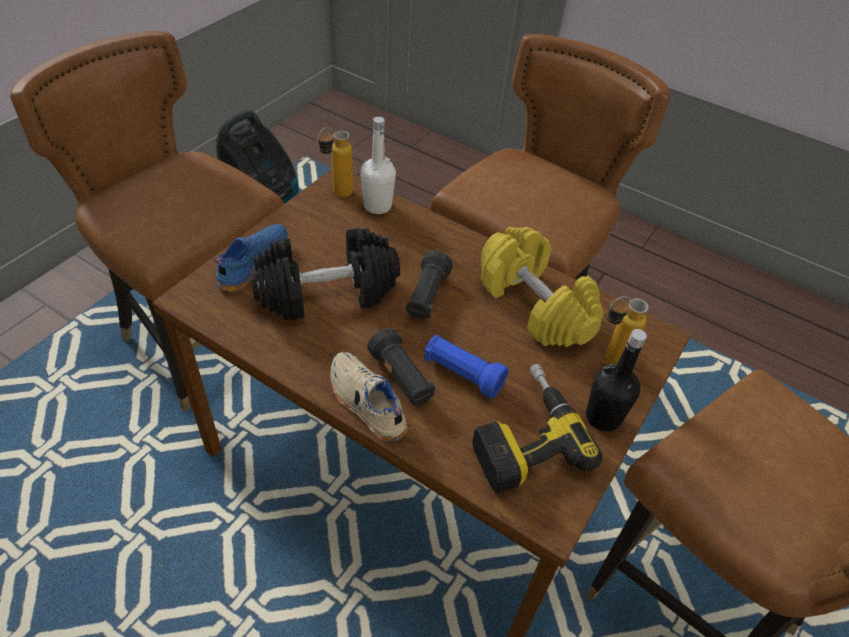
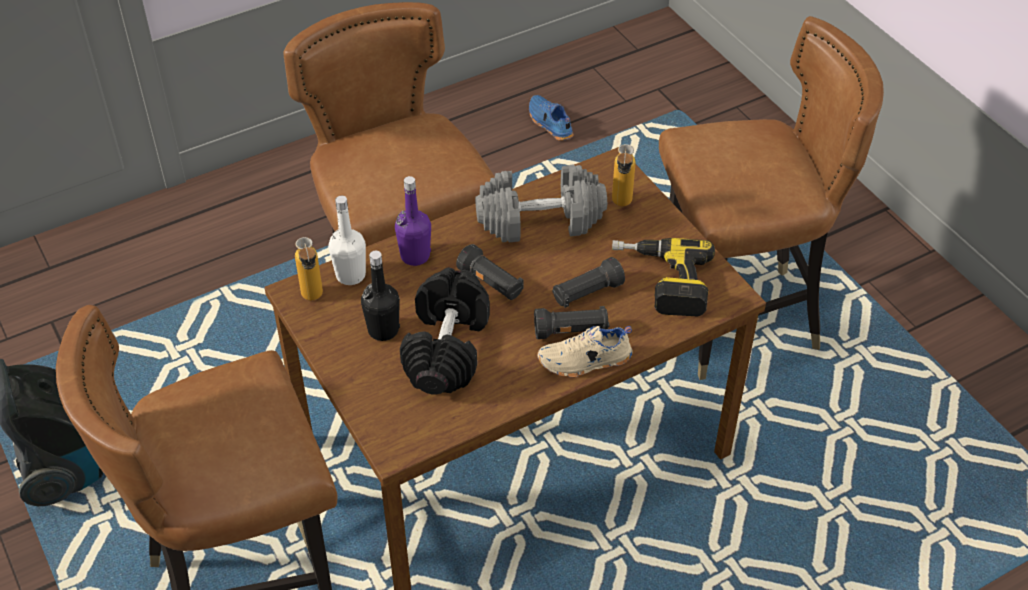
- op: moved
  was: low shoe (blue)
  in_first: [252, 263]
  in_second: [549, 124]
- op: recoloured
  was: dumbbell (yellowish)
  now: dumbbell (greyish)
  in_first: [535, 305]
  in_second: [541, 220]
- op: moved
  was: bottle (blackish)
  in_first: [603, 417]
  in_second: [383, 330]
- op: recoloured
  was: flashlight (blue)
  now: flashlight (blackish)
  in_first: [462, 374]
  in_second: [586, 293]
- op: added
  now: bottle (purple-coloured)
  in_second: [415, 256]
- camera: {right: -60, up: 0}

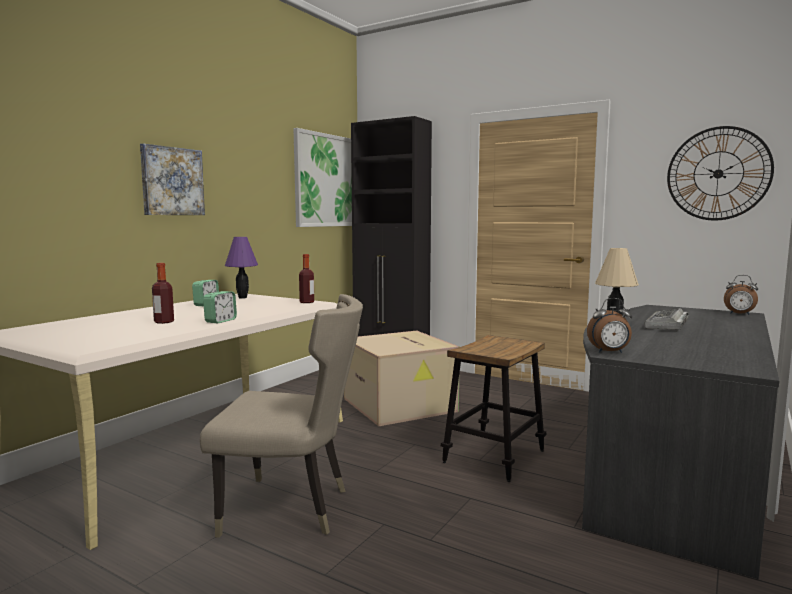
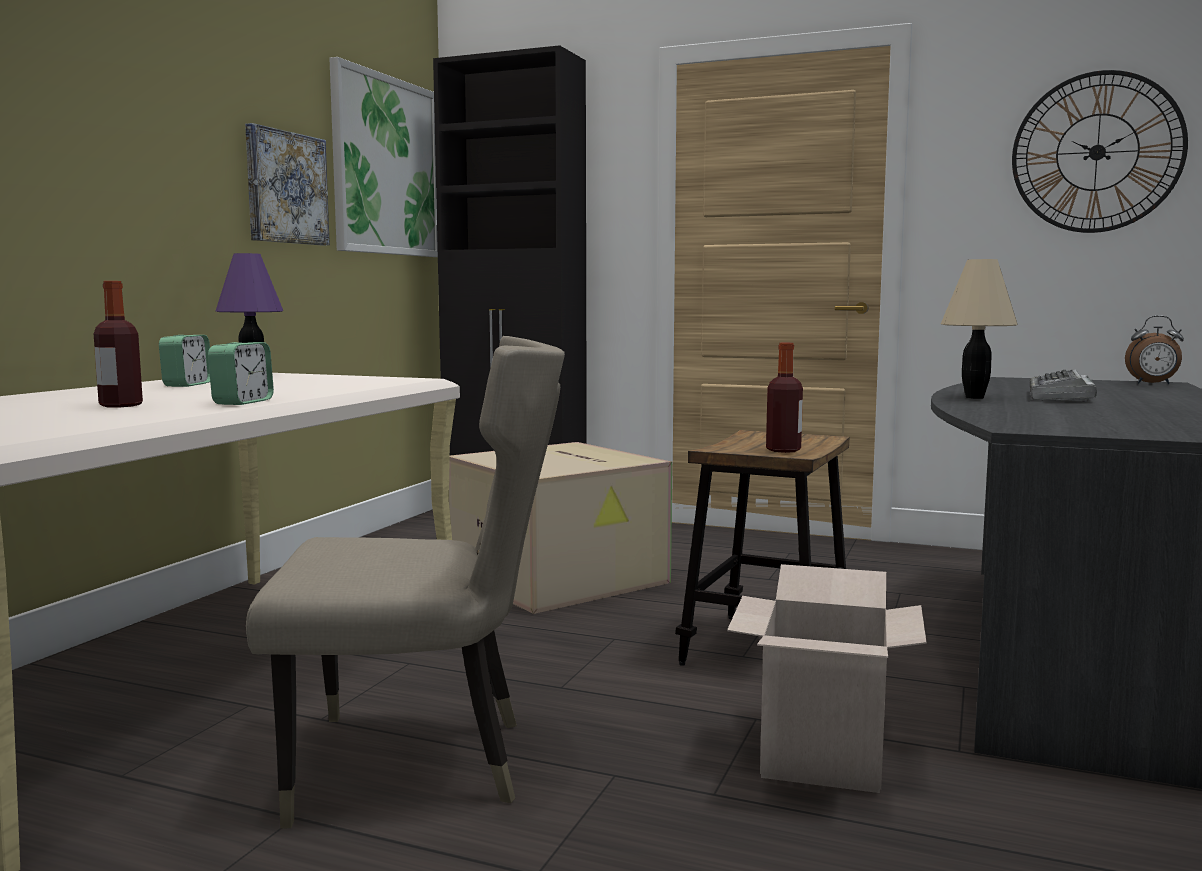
- op: moved
  was: wall art
  in_first: [172, 181]
  in_second: [285, 188]
- op: moved
  was: bottle
  in_first: [307, 302]
  in_second: [783, 450]
- op: removed
  was: table clock
  in_first: [609, 352]
- op: added
  now: carton
  in_second: [822, 757]
- camera: {right: -10, up: 0}

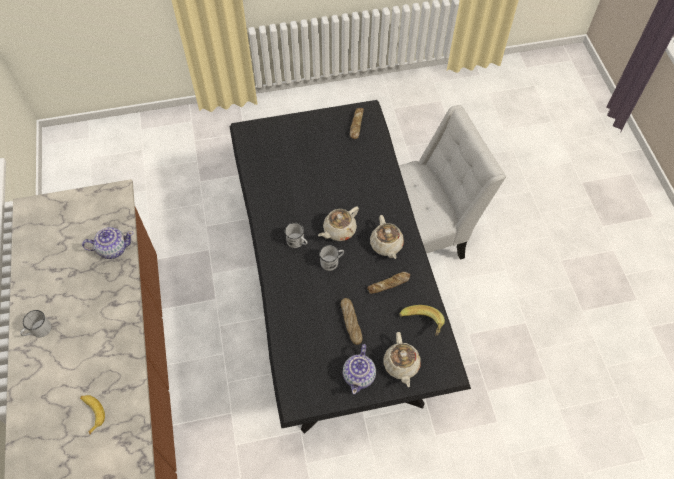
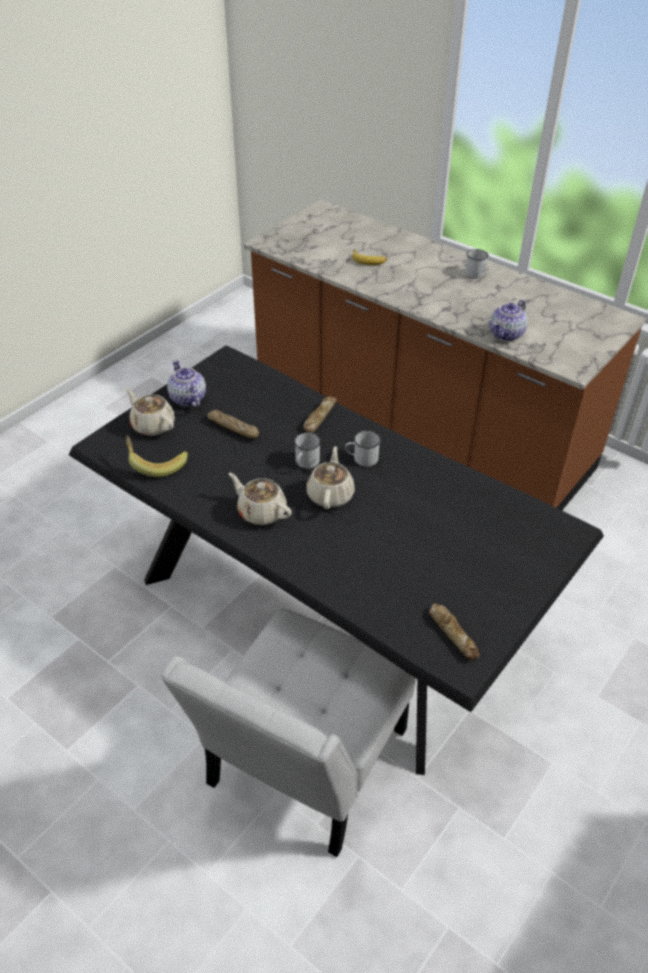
- op: moved
  was: bakery bread
  in_first: [389, 284]
  in_second: [319, 417]
- camera: {right: 140, up: -15}

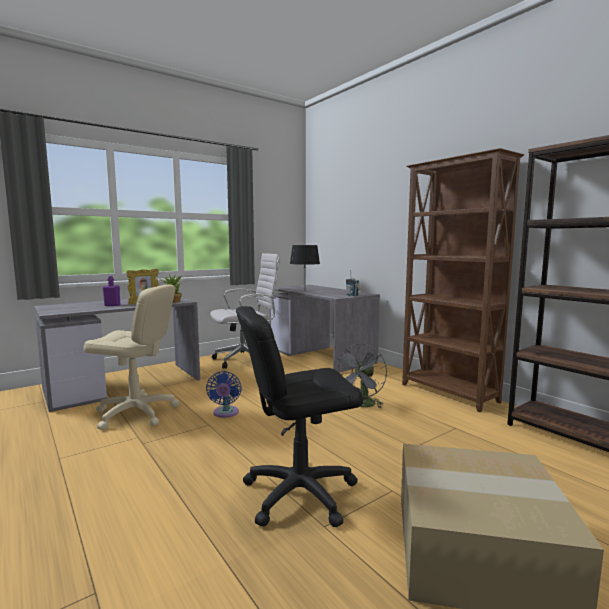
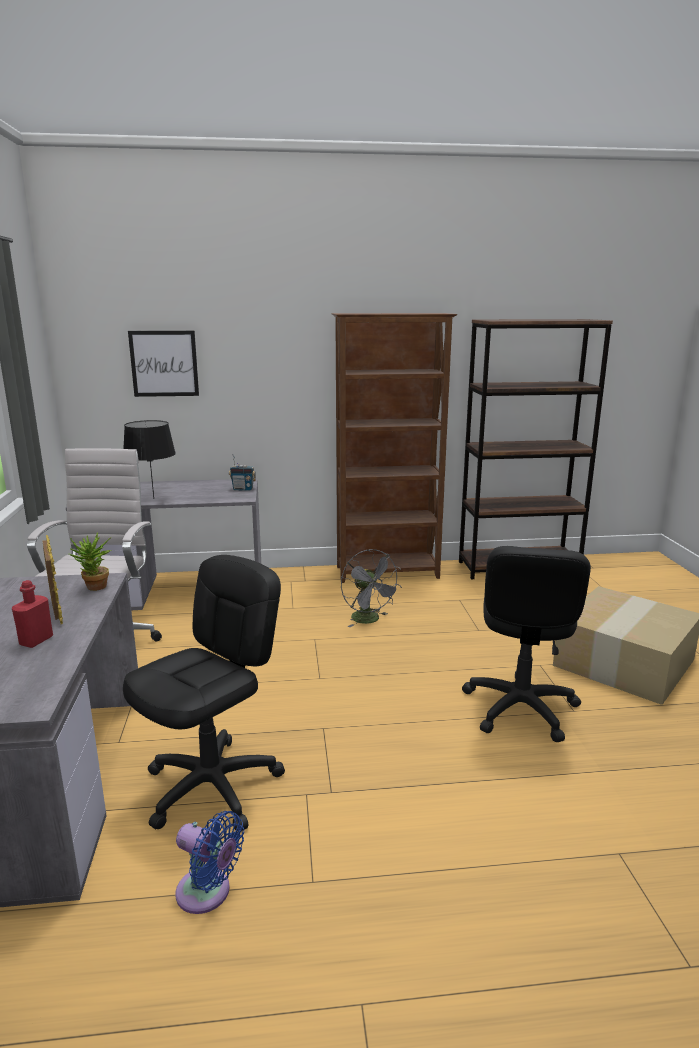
- op: recoloured
  was: bottle (purple-coloured)
  now: bottle (red-coloured)
  in_first: [112, 305]
  in_second: [36, 640]
- op: recoloured
  was: computer chair (beige-coloured)
  now: computer chair (blackish)
  in_first: [136, 413]
  in_second: [213, 787]
- op: moved
  was: electric fan (blue)
  in_first: [225, 413]
  in_second: [208, 893]
- op: added
  now: wall art
  in_second: [164, 363]
- camera: {right: -60, up: 10}

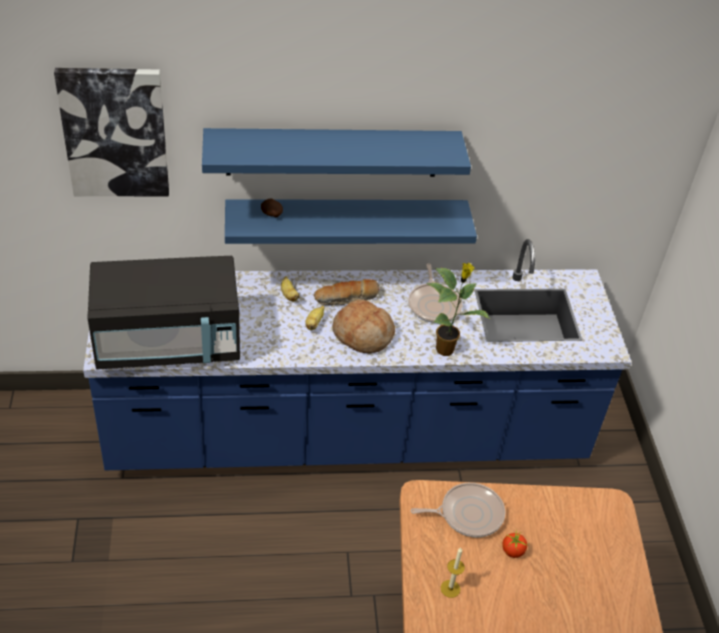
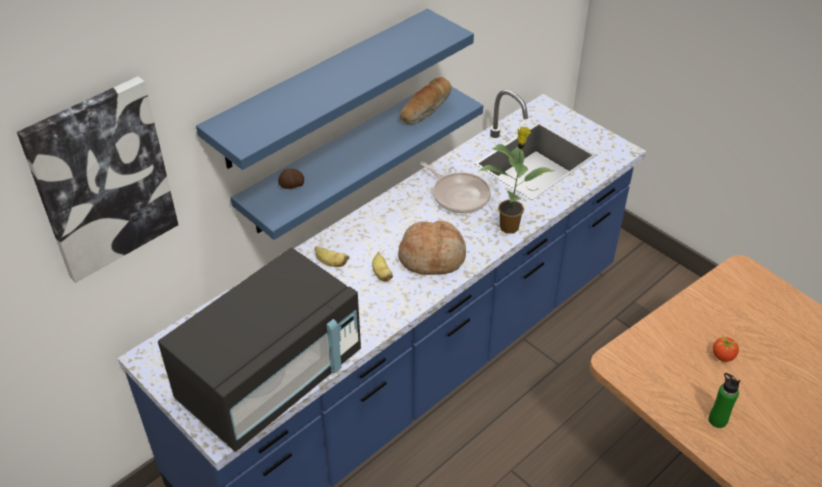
- op: moved
  was: bakery bread
  in_first: [347, 299]
  in_second: [426, 109]
- op: removed
  was: pan
  in_first: [468, 513]
- op: replaced
  was: wax candle
  now: bottle (green)
  in_first: [450, 588]
  in_second: [717, 420]
- camera: {right: -35, up: 0}

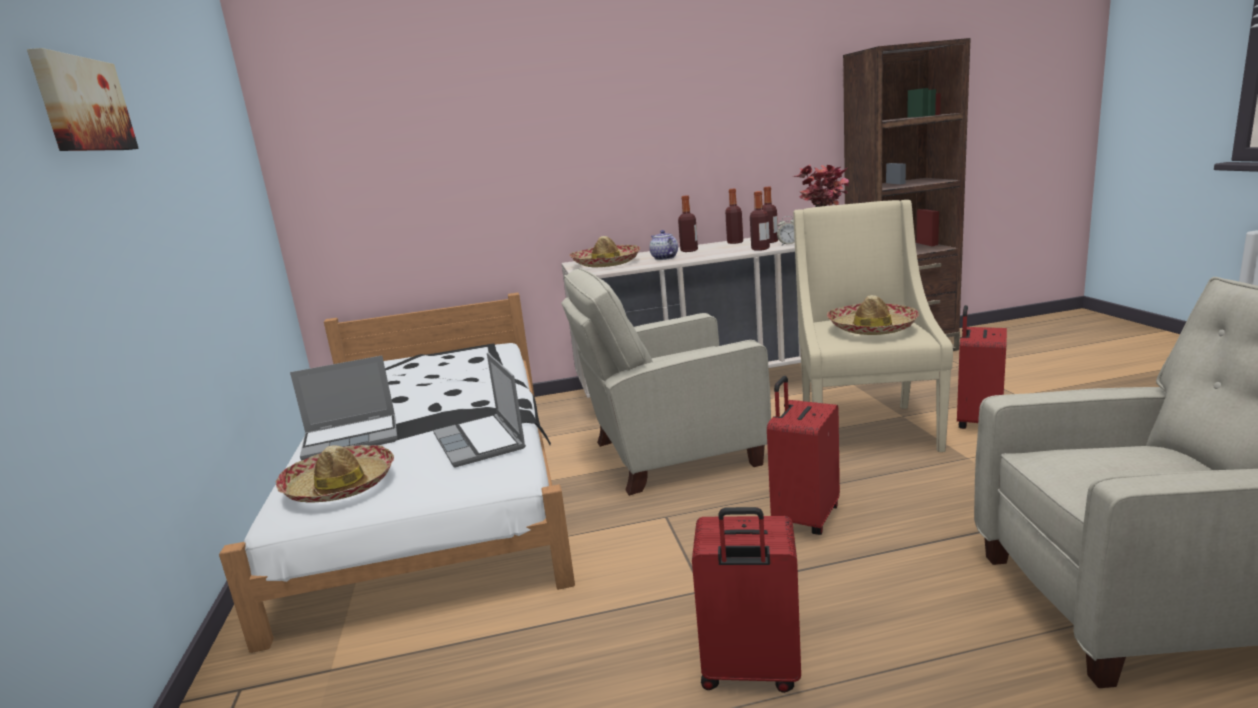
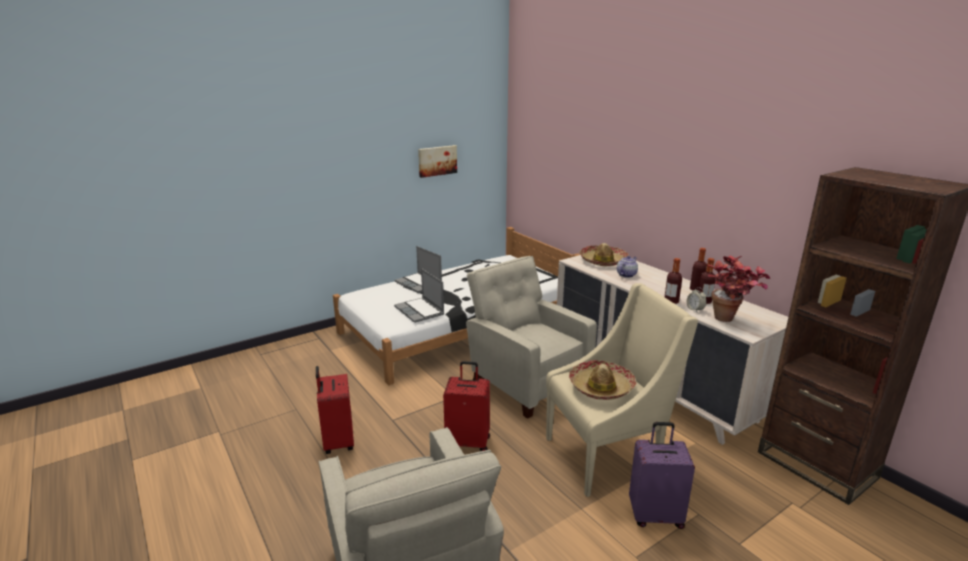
- op: moved
  was: wall art
  in_first: [81, 104]
  in_second: [437, 160]
- op: removed
  was: bottle
  in_first: [689, 250]
- op: recoloured
  was: travel case (red-coloured)
  now: travel case (purple-coloured)
  in_first: [977, 422]
  in_second: [655, 515]
- op: turned
  was: portable computer
  in_first: [481, 442]
  in_second: [420, 311]
  clockwise: -75
- op: removed
  was: wearable hat
  in_first: [340, 486]
- camera: {right: 65, up: 5}

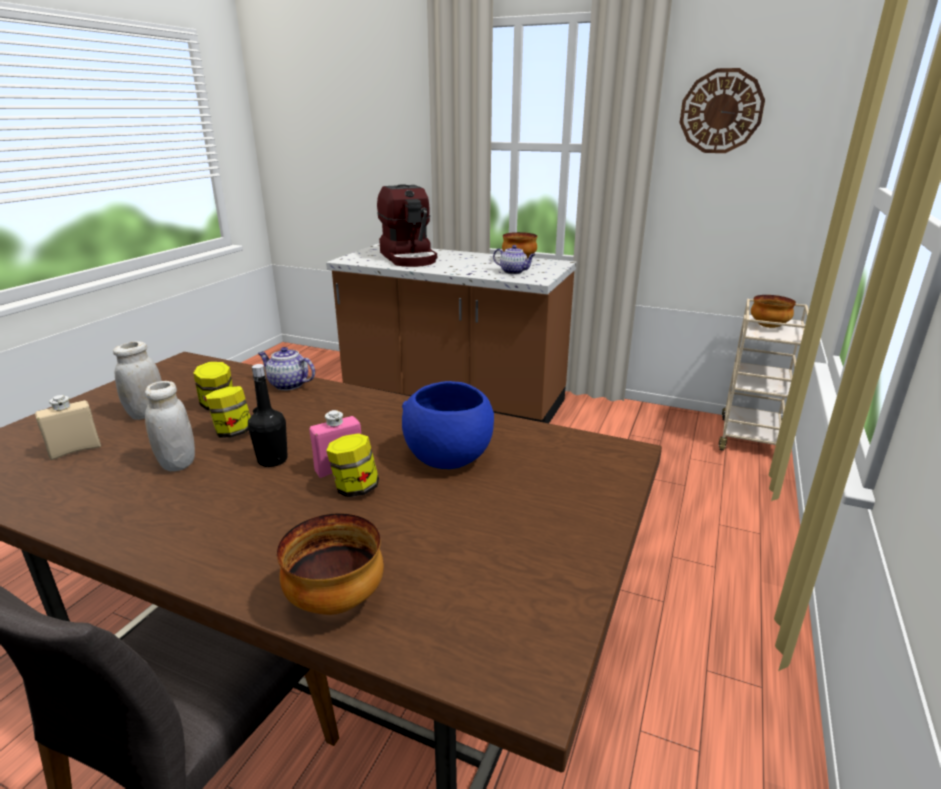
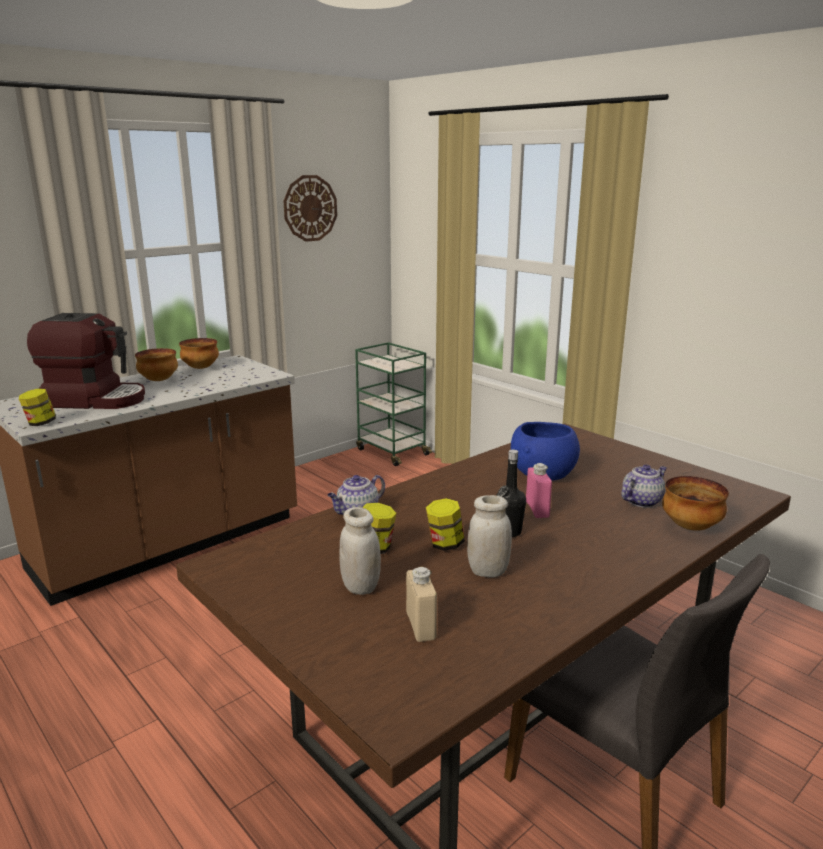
- op: moved
  was: teapot
  in_first: [514, 272]
  in_second: [642, 501]
- op: moved
  was: serving bowl
  in_first: [768, 326]
  in_second: [158, 380]
- op: recoloured
  was: trolley (beige-coloured)
  now: trolley (green)
  in_first: [749, 437]
  in_second: [391, 451]
- op: moved
  was: preserve jar
  in_first: [355, 488]
  in_second: [40, 423]
- camera: {right: -65, up: -5}

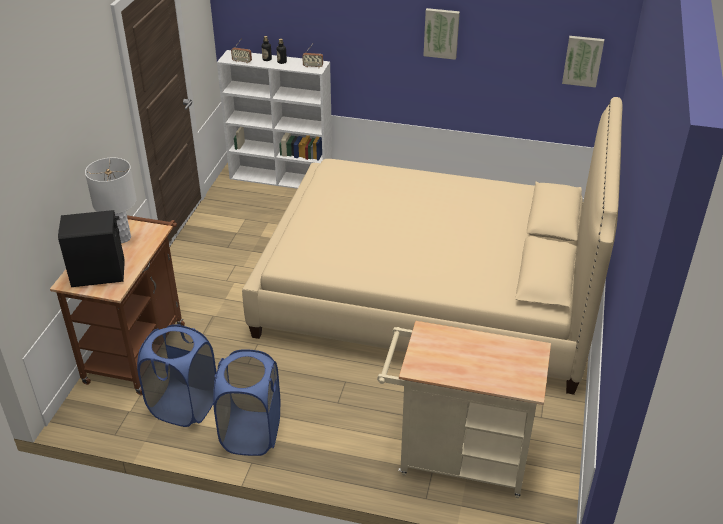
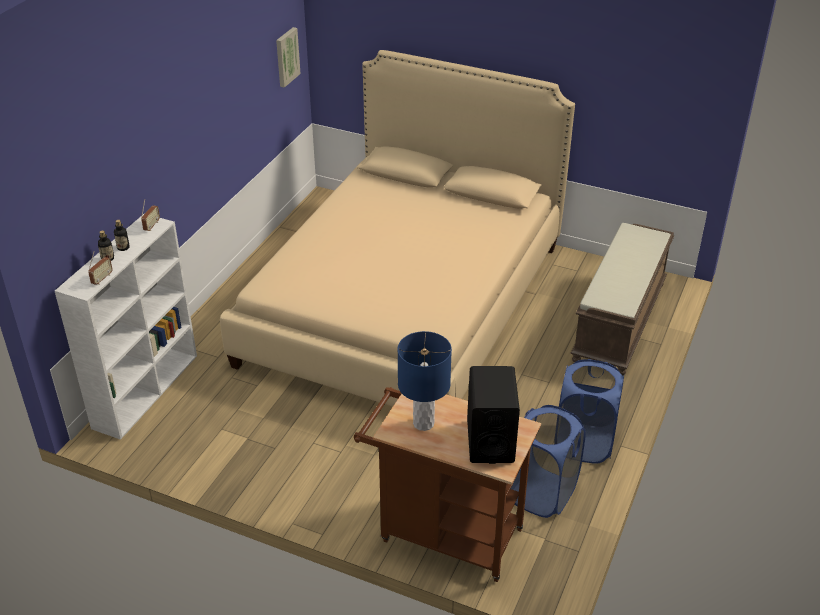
- op: removed
  was: wall art
  in_first: [441, 33]
- op: recoloured
  was: lamp for a table (white)
  now: lamp for a table (blue)
  in_first: [122, 238]
  in_second: [423, 423]
- op: replaced
  was: trolley (beige-coloured)
  now: indoor bench (brown-coloured)
  in_first: [455, 459]
  in_second: [620, 322]
- camera: {right: -80, up: 0}

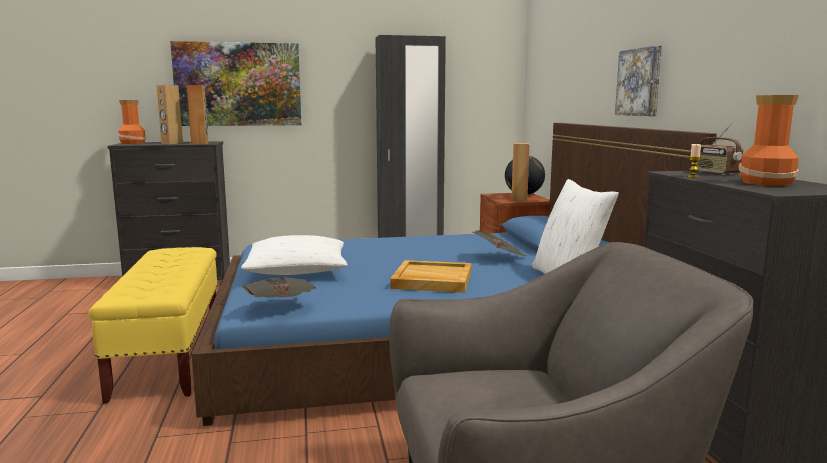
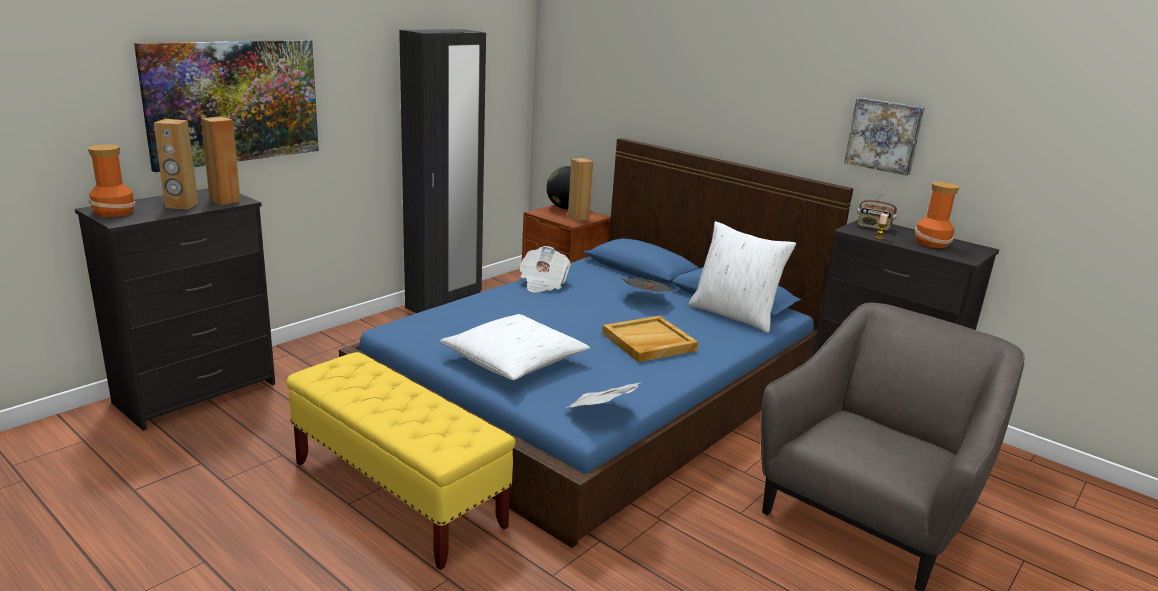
- op: moved
  was: wall art
  in_first: [640, 82]
  in_second: [884, 135]
- op: added
  now: daily paper
  in_second: [542, 283]
- camera: {right: -40, up: 10}

